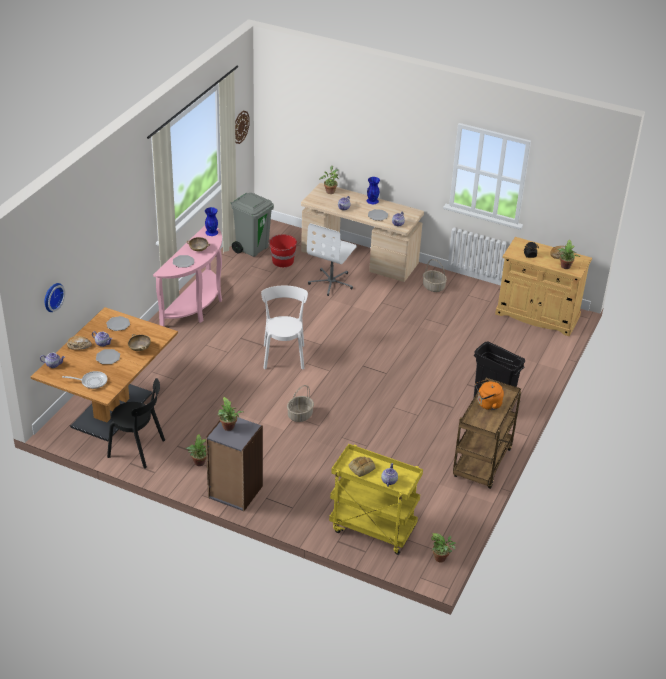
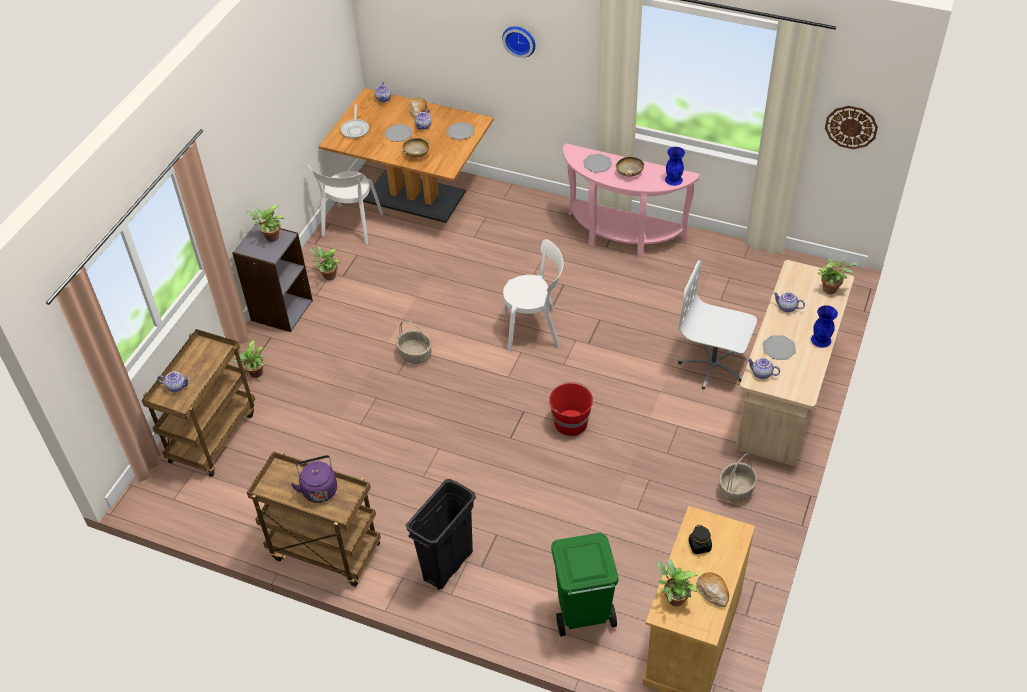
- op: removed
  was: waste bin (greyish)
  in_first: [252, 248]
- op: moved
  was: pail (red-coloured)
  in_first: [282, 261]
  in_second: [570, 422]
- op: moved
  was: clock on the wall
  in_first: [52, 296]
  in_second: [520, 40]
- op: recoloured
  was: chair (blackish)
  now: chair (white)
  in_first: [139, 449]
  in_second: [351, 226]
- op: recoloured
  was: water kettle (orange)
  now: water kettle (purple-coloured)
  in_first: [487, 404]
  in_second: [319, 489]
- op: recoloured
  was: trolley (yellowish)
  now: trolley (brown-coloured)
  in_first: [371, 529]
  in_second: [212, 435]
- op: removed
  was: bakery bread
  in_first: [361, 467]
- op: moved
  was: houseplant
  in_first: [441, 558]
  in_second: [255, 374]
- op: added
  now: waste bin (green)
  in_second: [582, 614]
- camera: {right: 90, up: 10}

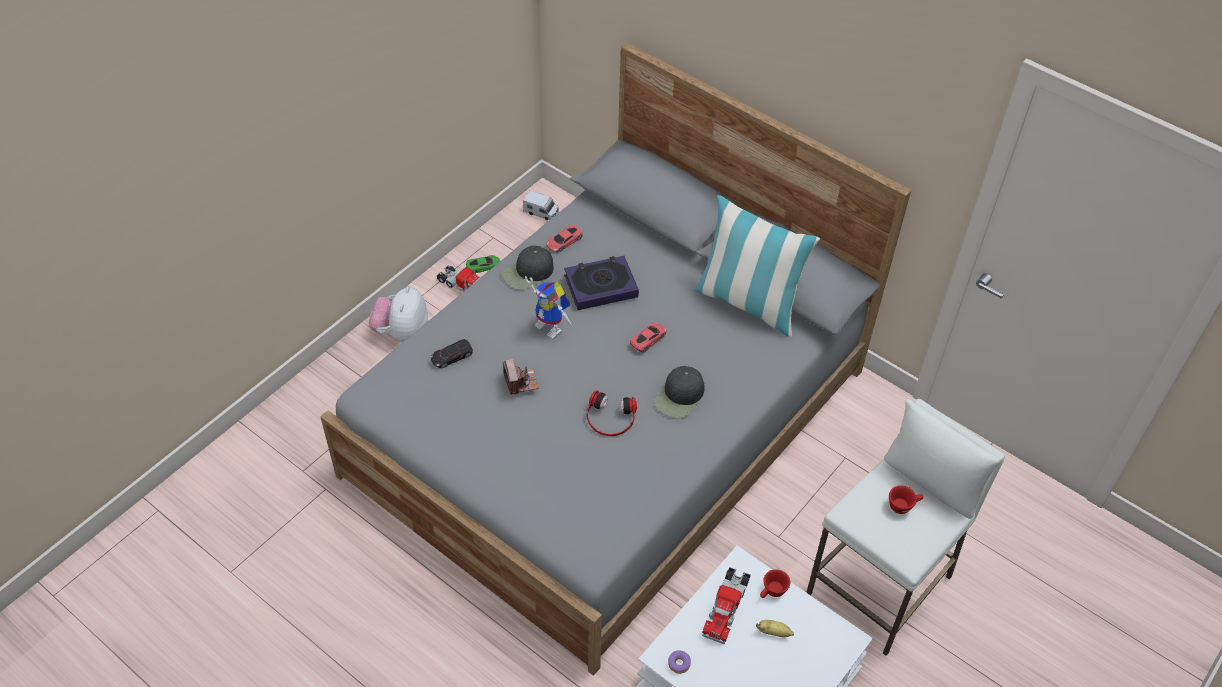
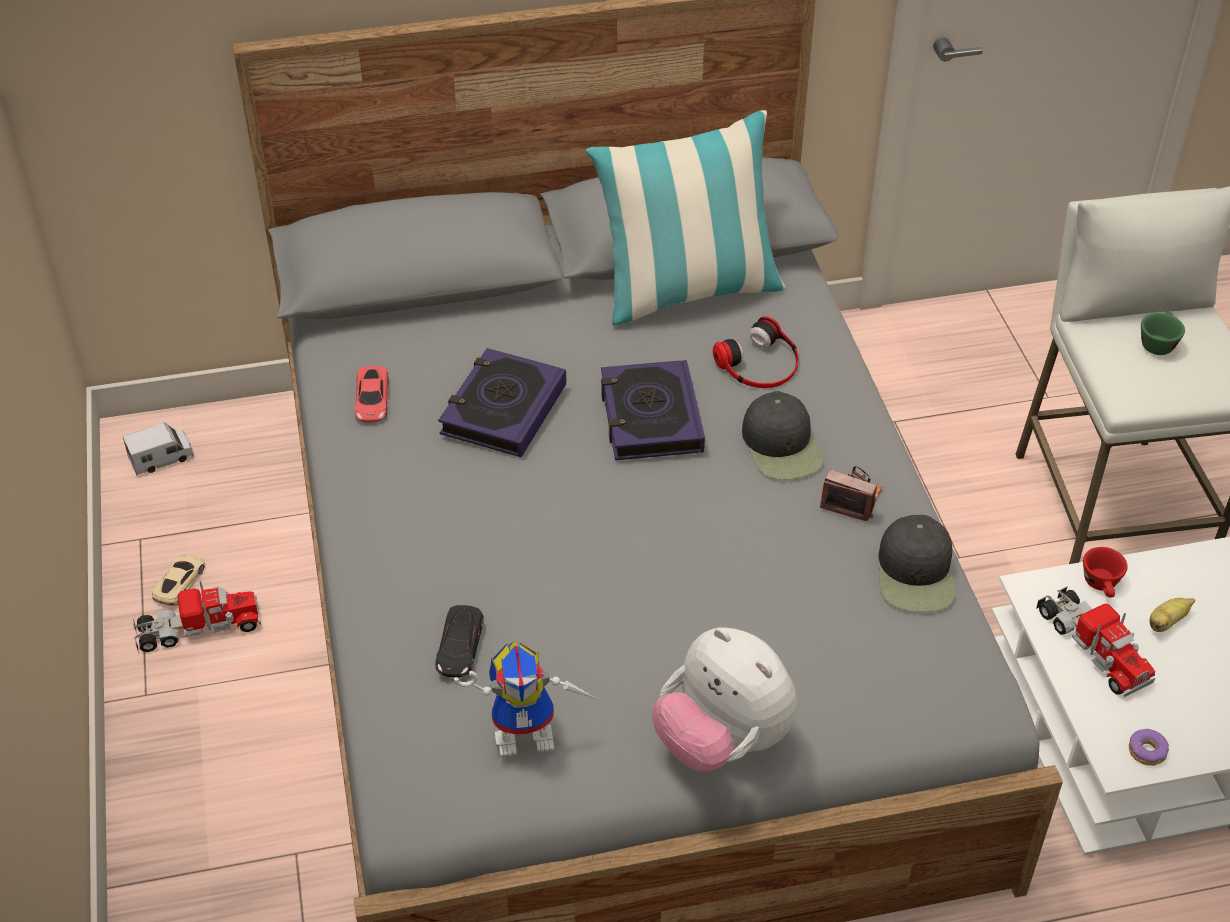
- op: moved
  was: baseball cap (blackish)
  in_first: [528, 273]
  in_second: [916, 574]
- op: recoloured
  was: toy car (green)
  now: toy car (beige-coloured)
  in_first: [483, 266]
  in_second: [180, 583]
- op: moved
  was: toy robot
  in_first: [553, 327]
  in_second: [529, 733]
- op: moved
  was: plush toy
  in_first: [402, 333]
  in_second: [722, 741]
- op: replaced
  was: toy car (red-coloured)
  now: volume
  in_first: [648, 339]
  in_second: [650, 417]
- op: moved
  was: still camera
  in_first: [520, 382]
  in_second: [851, 499]
- op: moved
  was: pair of headphones
  in_first: [610, 418]
  in_second: [760, 364]
- op: recoloured
  was: small cup (red-coloured)
  now: small cup (green)
  in_first: [903, 505]
  in_second: [1157, 343]
- camera: {right: -50, up: -5}

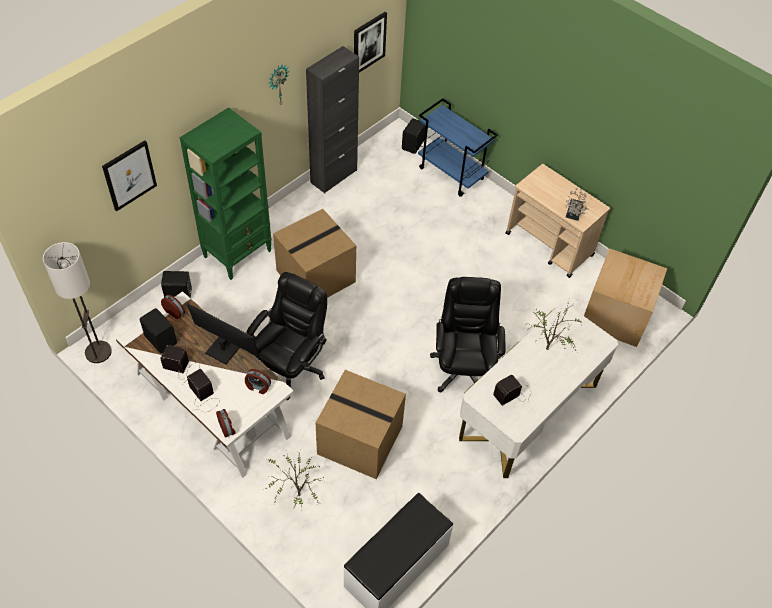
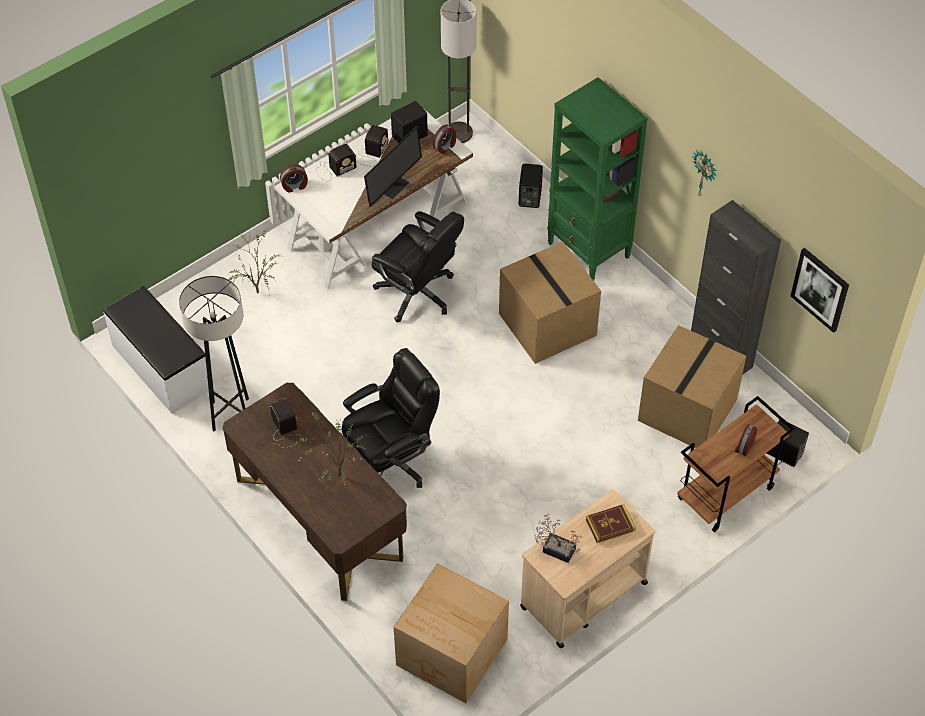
- op: recoloured
  was: trolley (blue)
  now: trolley (brown-coloured)
  in_first: [452, 174]
  in_second: [725, 494]
- op: removed
  was: wall art
  in_first: [129, 175]
- op: turned
  was: computer chair (blackish)
  in_first: [463, 368]
  in_second: [391, 460]
  clockwise: -45
- op: recoloured
  was: desk unit (white)
  now: desk unit (brown-coloured)
  in_first: [528, 411]
  in_second: [319, 518]
- op: moved
  was: table clock
  in_first: [258, 387]
  in_second: [744, 446]
- op: moved
  was: carton
  in_first: [361, 439]
  in_second: [688, 411]
- op: added
  now: floor lamp (greyish)
  in_second: [231, 414]
- op: added
  now: volume
  in_second: [610, 525]
- camera: {right: 100, up: 0}

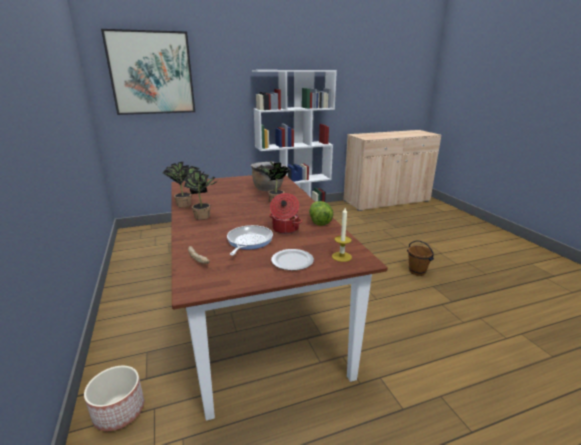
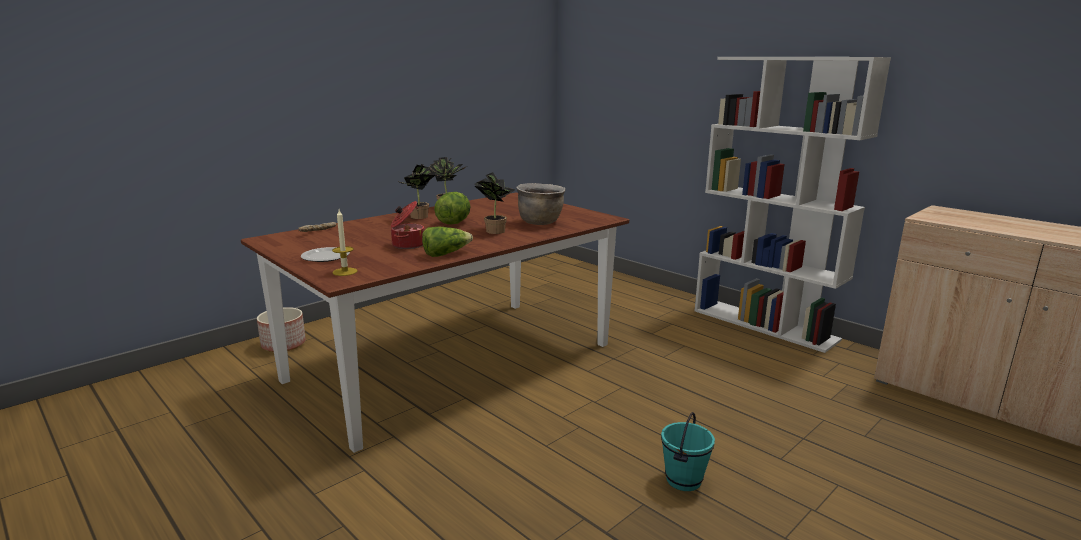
- op: removed
  was: wall art
  in_first: [151, 73]
- op: removed
  was: pan
  in_first: [248, 241]
- op: recoloured
  was: pail (brown-coloured)
  now: pail (turquoise-coloured)
  in_first: [417, 271]
  in_second: [684, 480]
- op: added
  now: lettuce head
  in_second: [454, 223]
- camera: {right: 65, up: -5}

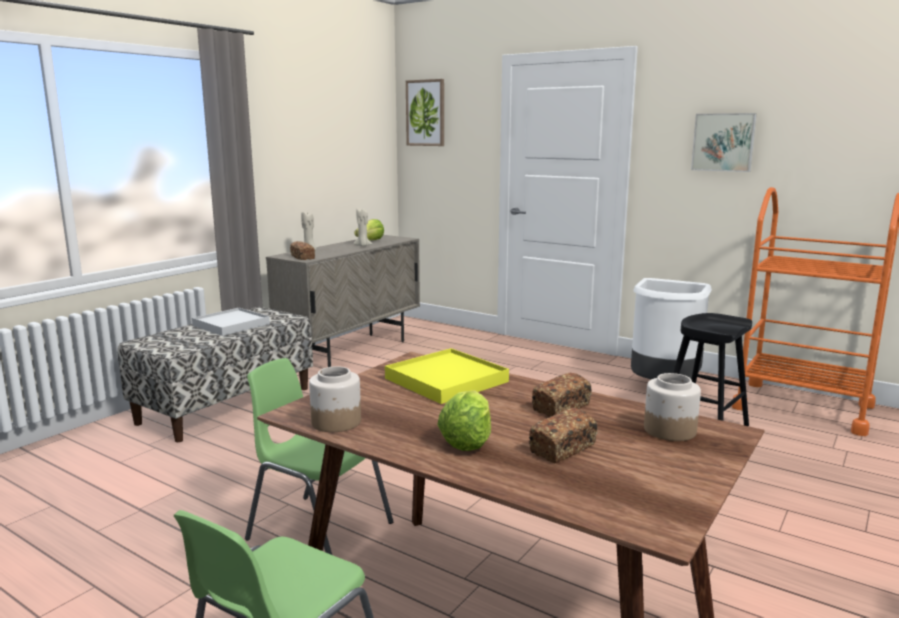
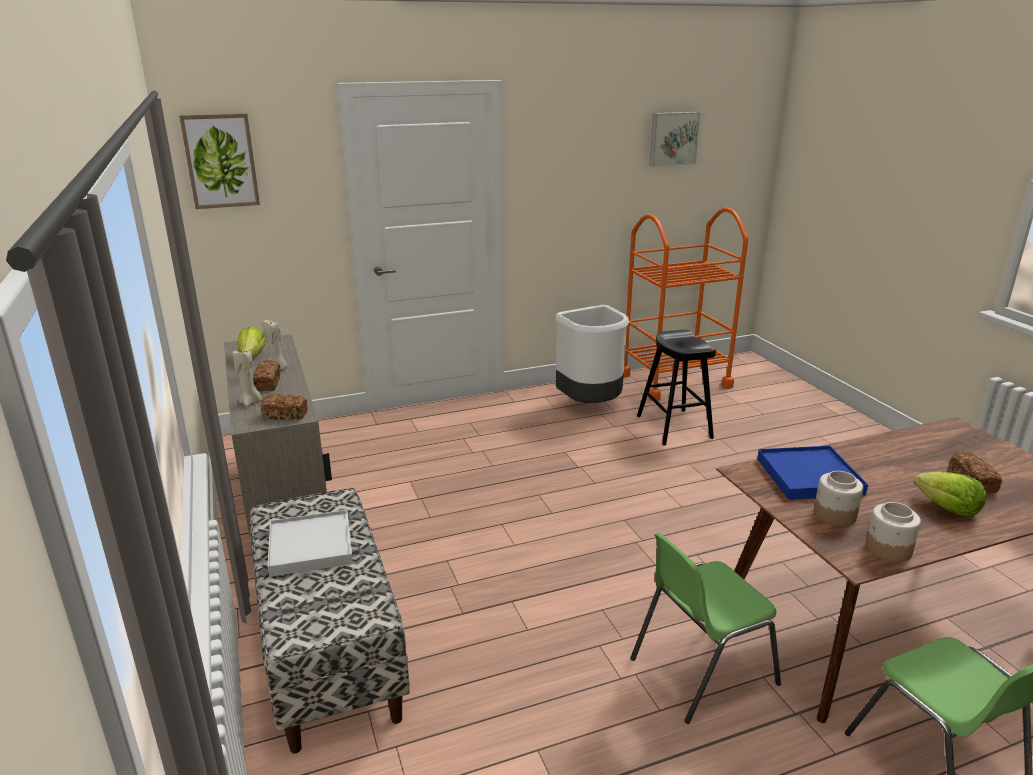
- op: moved
  was: wall art
  in_first: [723, 142]
  in_second: [673, 138]
- op: recoloured
  was: tray (yellowish)
  now: tray (blue)
  in_first: [446, 380]
  in_second: [809, 476]
- op: moved
  was: bakery bread
  in_first: [561, 408]
  in_second: [268, 384]
- op: moved
  was: preserve jar
  in_first: [669, 430]
  in_second: [834, 515]
- camera: {right: -55, up: 10}

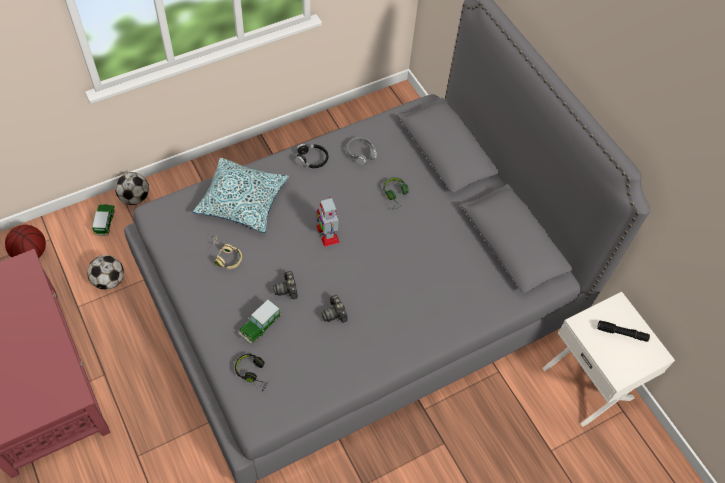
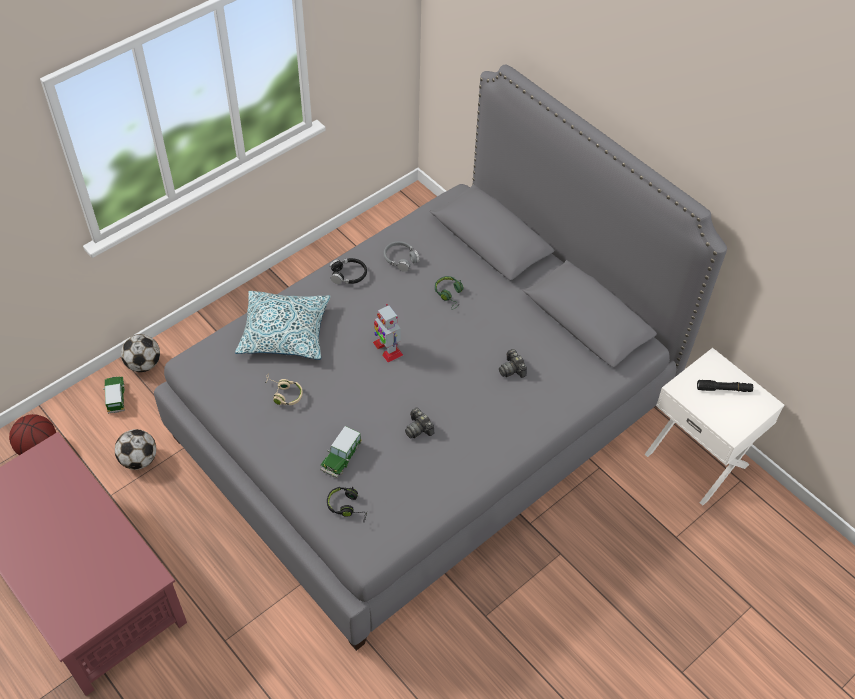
- op: moved
  was: still camera
  in_first: [287, 289]
  in_second: [512, 369]
- camera: {right: -10, up: -5}

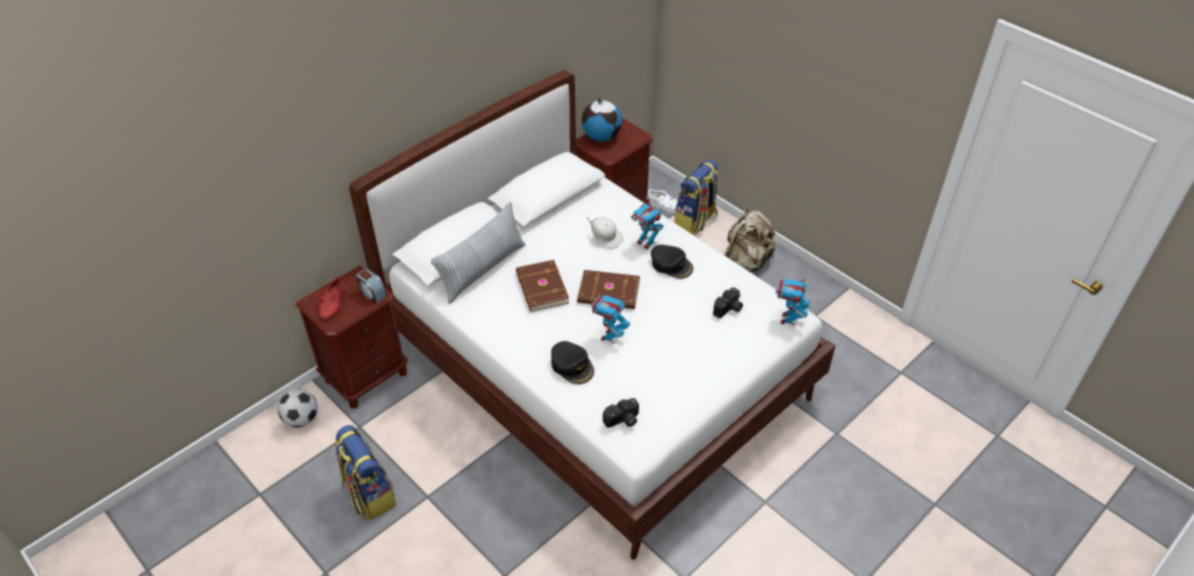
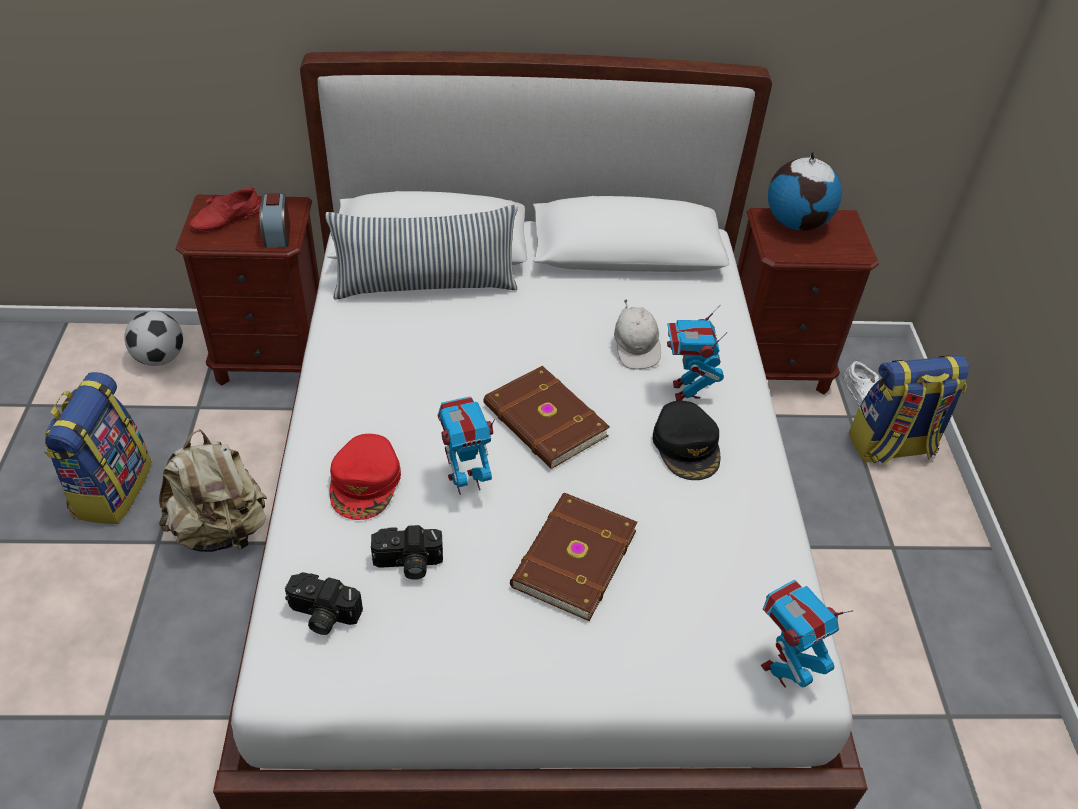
- op: moved
  was: rucksack (beige-coloured)
  in_first: [746, 263]
  in_second: [221, 530]
- op: moved
  was: volume (brown-coloured)
  in_first: [541, 288]
  in_second: [571, 558]
- op: moved
  was: still camera
  in_first: [728, 309]
  in_second: [407, 564]
- op: recoloured
  was: baseball cap (blackish)
  now: baseball cap (red-coloured)
  in_first: [572, 365]
  in_second: [365, 482]
- camera: {right: 40, up: 0}

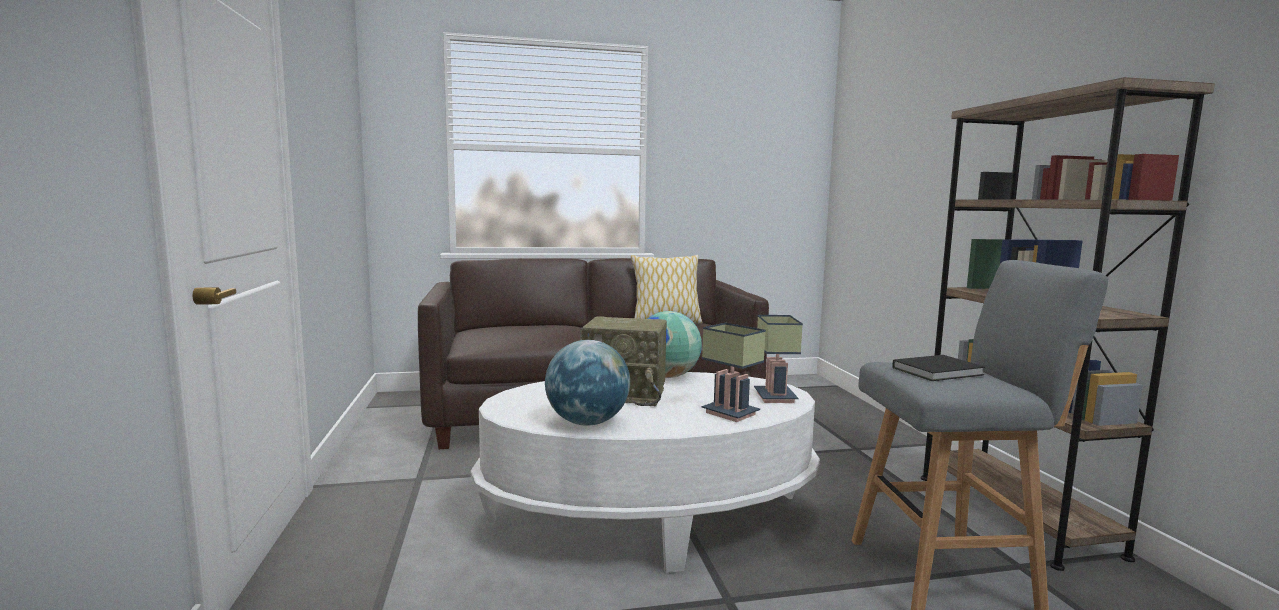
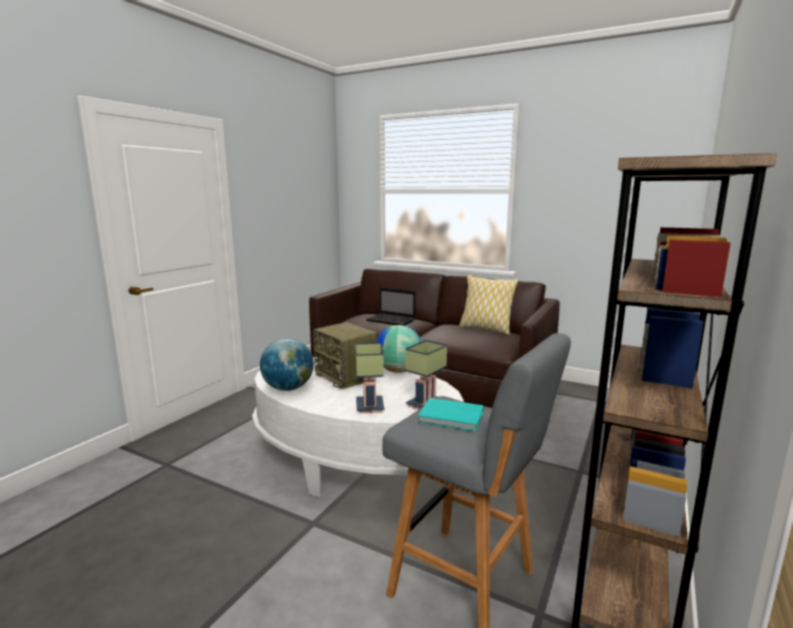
- op: recoloured
  was: volume (blackish)
  now: volume (turquoise-coloured)
  in_first: [939, 371]
  in_second: [452, 417]
- op: added
  now: portable computer
  in_second: [391, 320]
- camera: {right: 40, up: 5}

